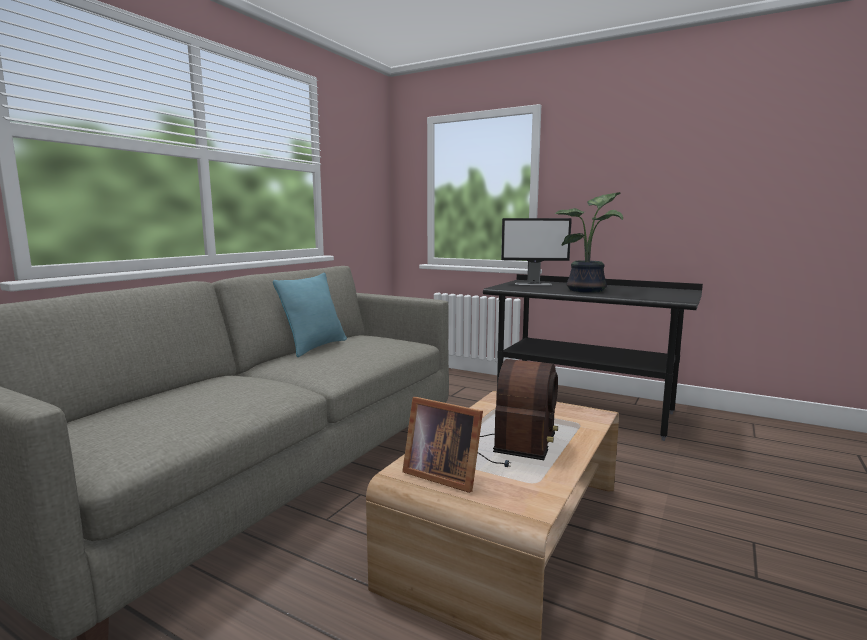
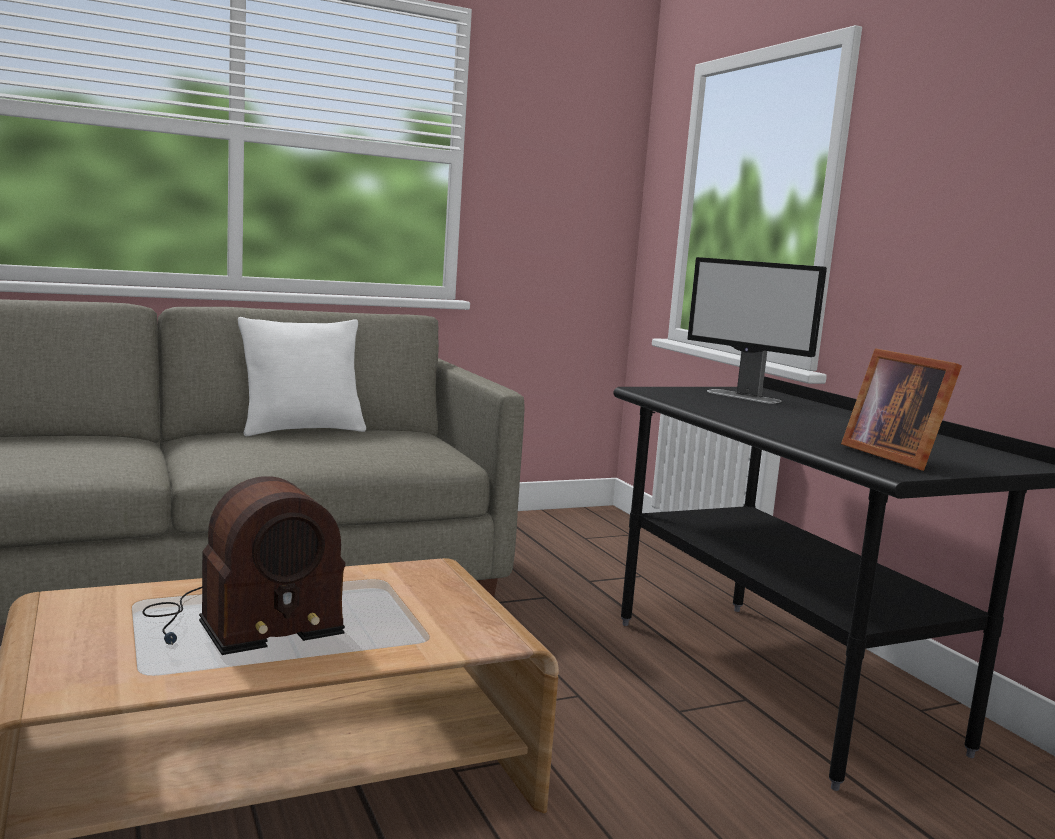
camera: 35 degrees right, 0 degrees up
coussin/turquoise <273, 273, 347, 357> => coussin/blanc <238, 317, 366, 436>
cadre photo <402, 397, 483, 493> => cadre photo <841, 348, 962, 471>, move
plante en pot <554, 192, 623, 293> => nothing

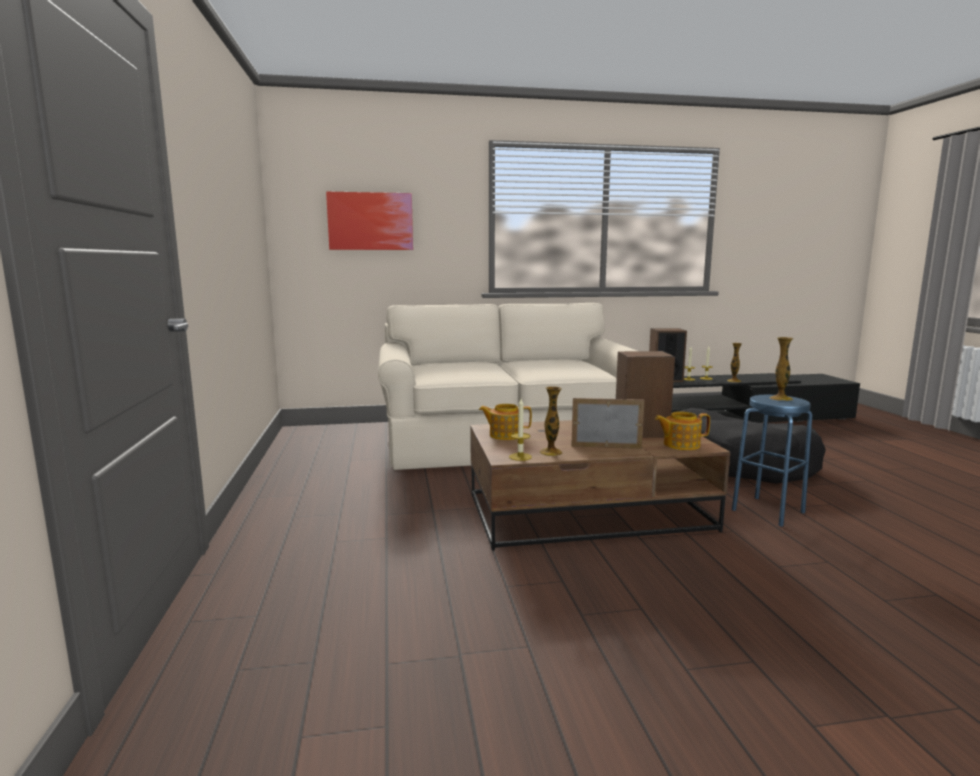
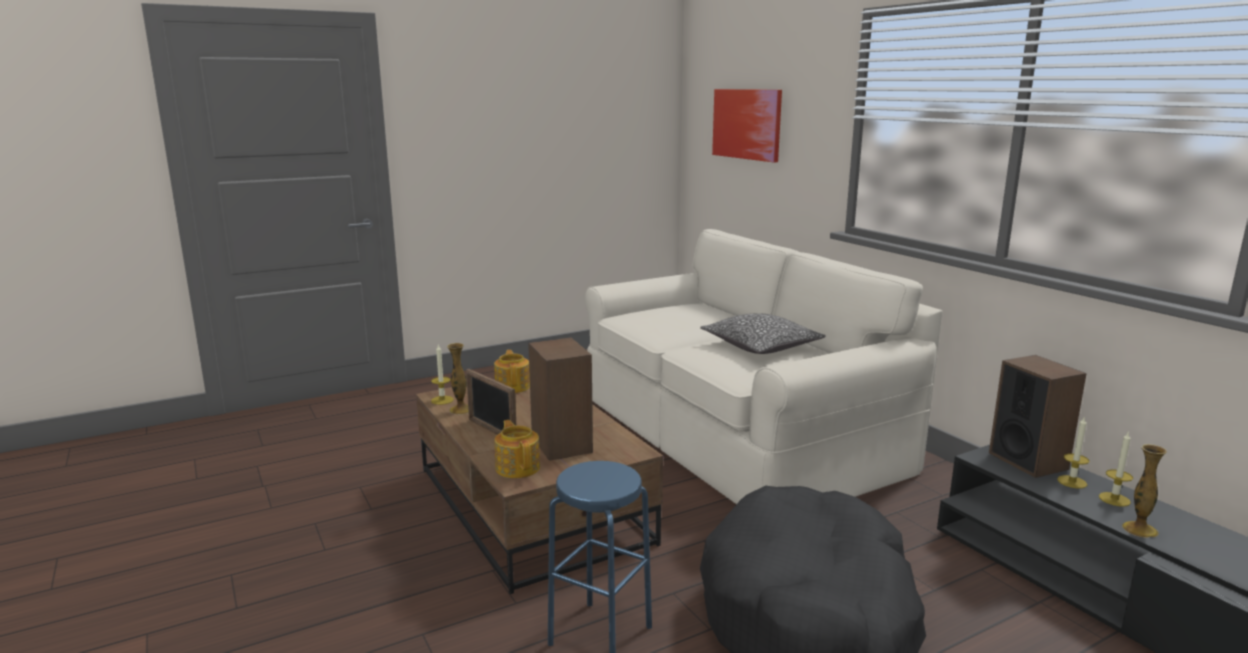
camera: 70 degrees right, 5 degrees up
cadre photo <571, 398, 645, 449> => cadre photo <466, 369, 516, 435>, 150 degrees clockwise
vase <770, 337, 793, 401> => nothing
nothing => coussin <700, 313, 826, 354>

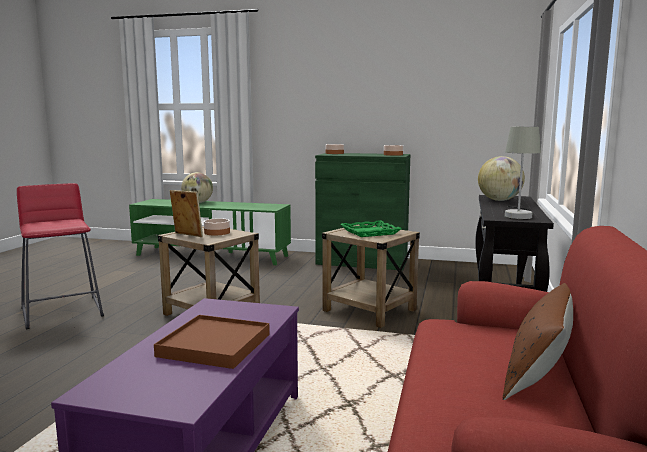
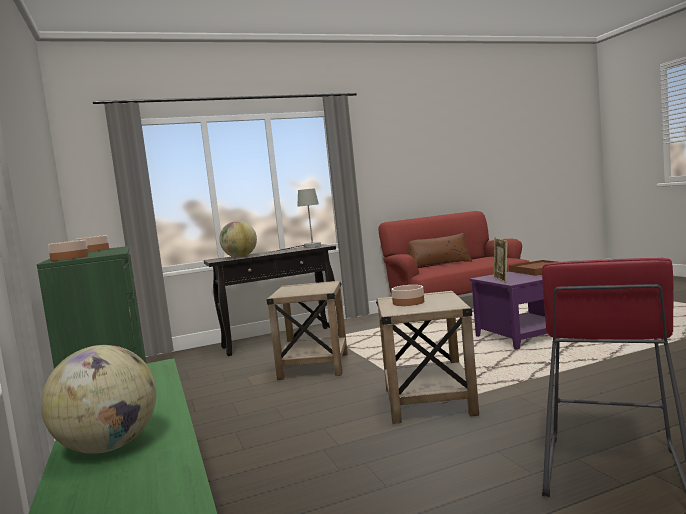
camera: 125 degrees left, 5 degrees down
cadre photo <170, 190, 203, 237> => cadre photo <493, 237, 507, 283>, move
plateau/vert <340, 220, 402, 237> => nothing

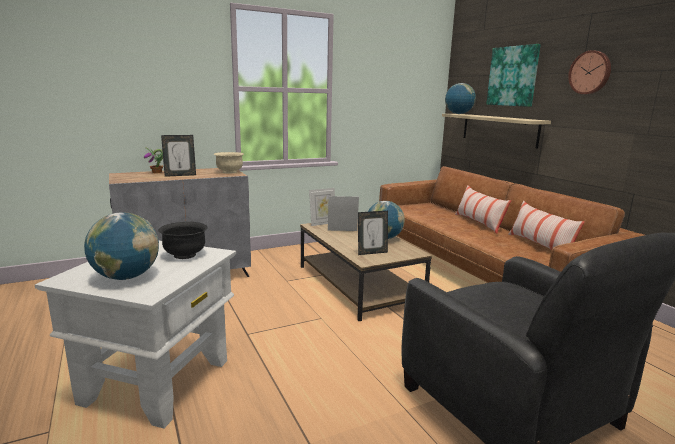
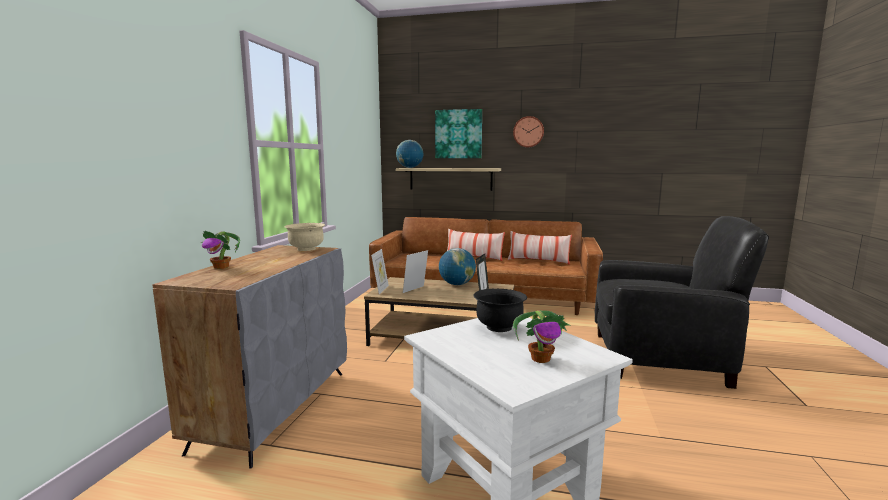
camera: 50 degrees left, 5 degrees down
globe <84, 212, 159, 280> => plante en pot <513, 310, 571, 363>
cadre photo <161, 135, 196, 177> => nothing

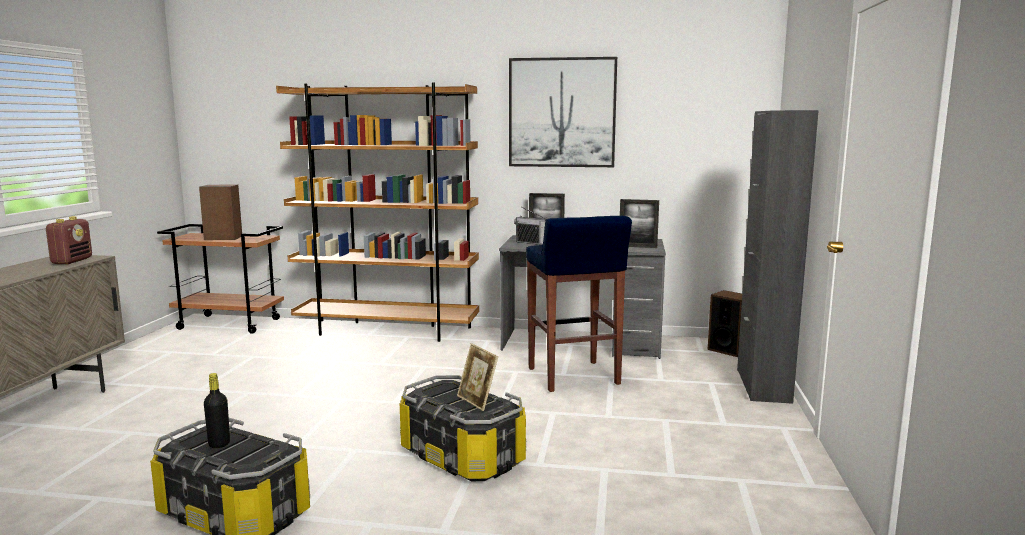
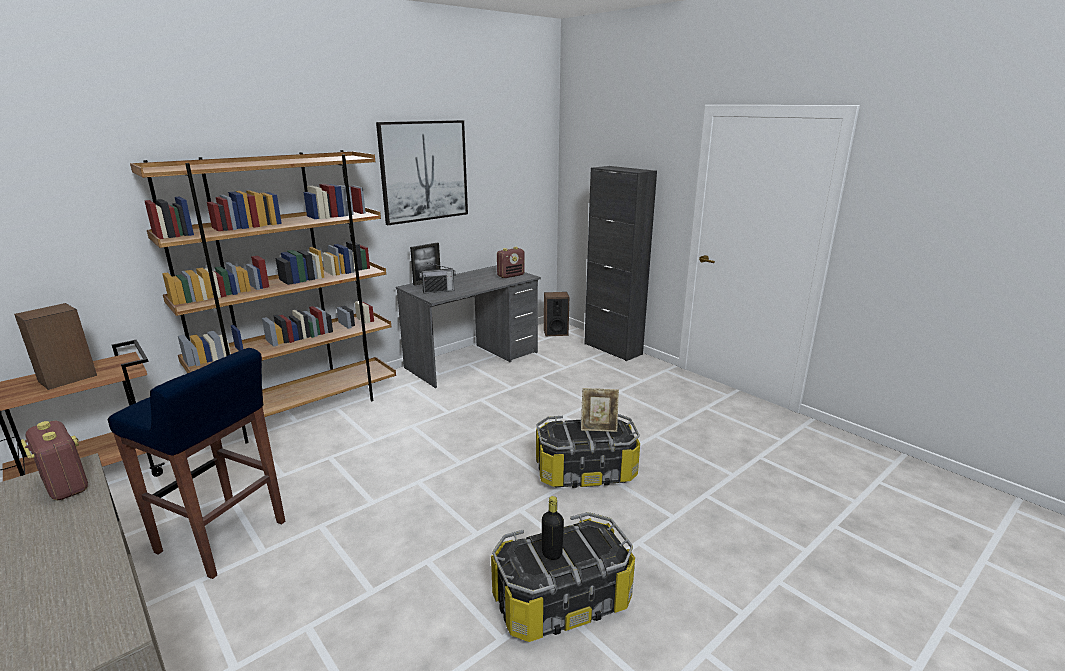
camera: 50 degrees left, 10 degrees up
tabouret/bleu <526, 216, 632, 392> => tabouret/bleu <108, 348, 285, 579>, move
cadre photo <620, 199, 659, 248> => radio <497, 247, 525, 278>

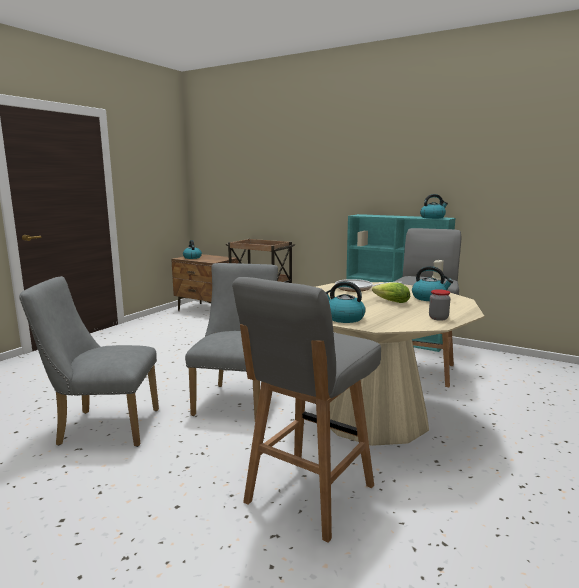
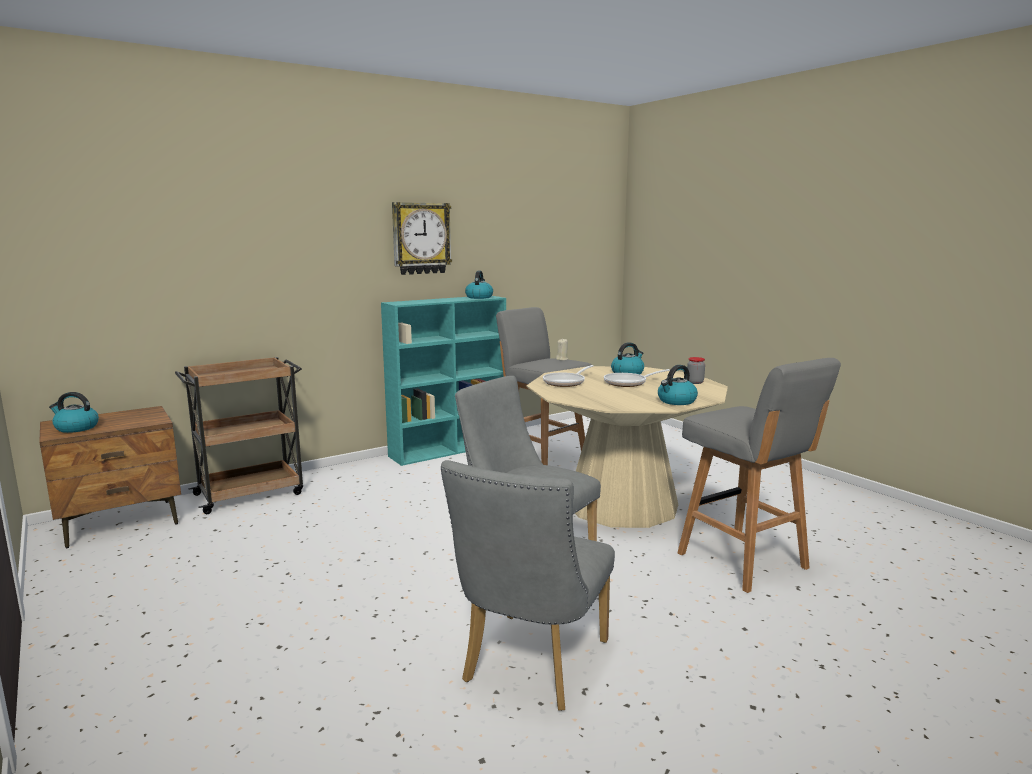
camera: 65 degrees left, 0 degrees up
laitue <372, 282, 410, 303> => poêle <604, 369, 670, 387>
nothing => horloge murale <392, 202, 452, 275>

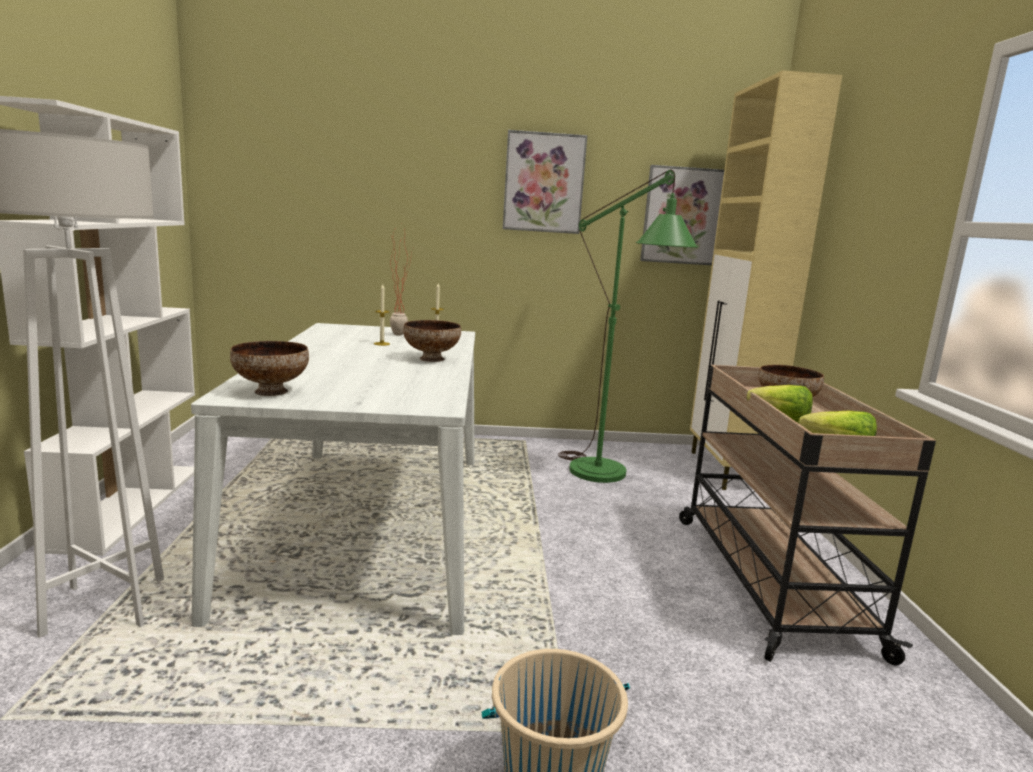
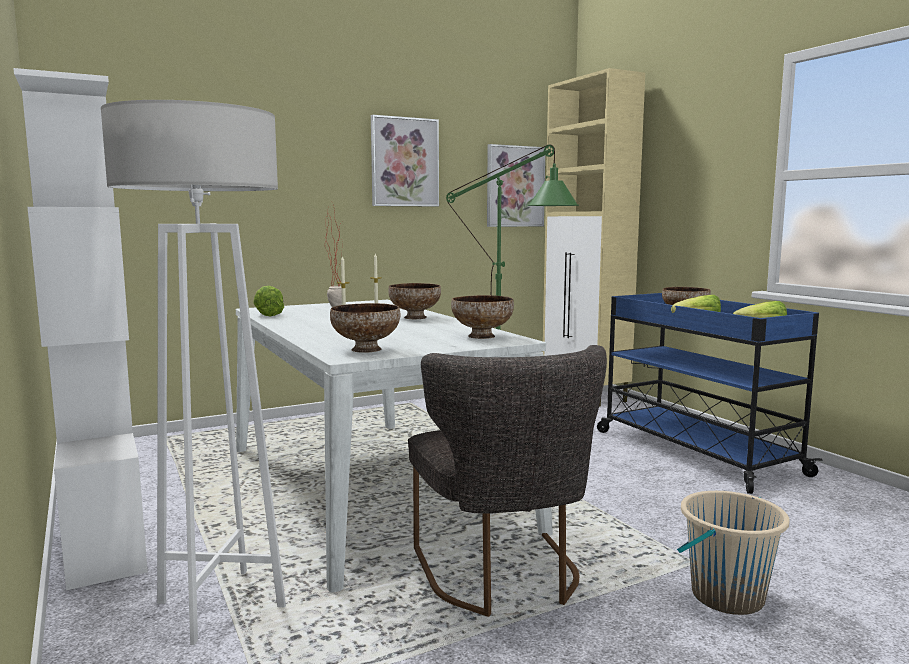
camera: 25 degrees left, 5 degrees down
chariot/beige <679, 365, 936, 665> => chariot/bleu <597, 293, 822, 494>
nothing => laitue <253, 286, 284, 316>
nothing => chaise/gris <408, 345, 607, 617>
nothing => bol <451, 295, 514, 339>

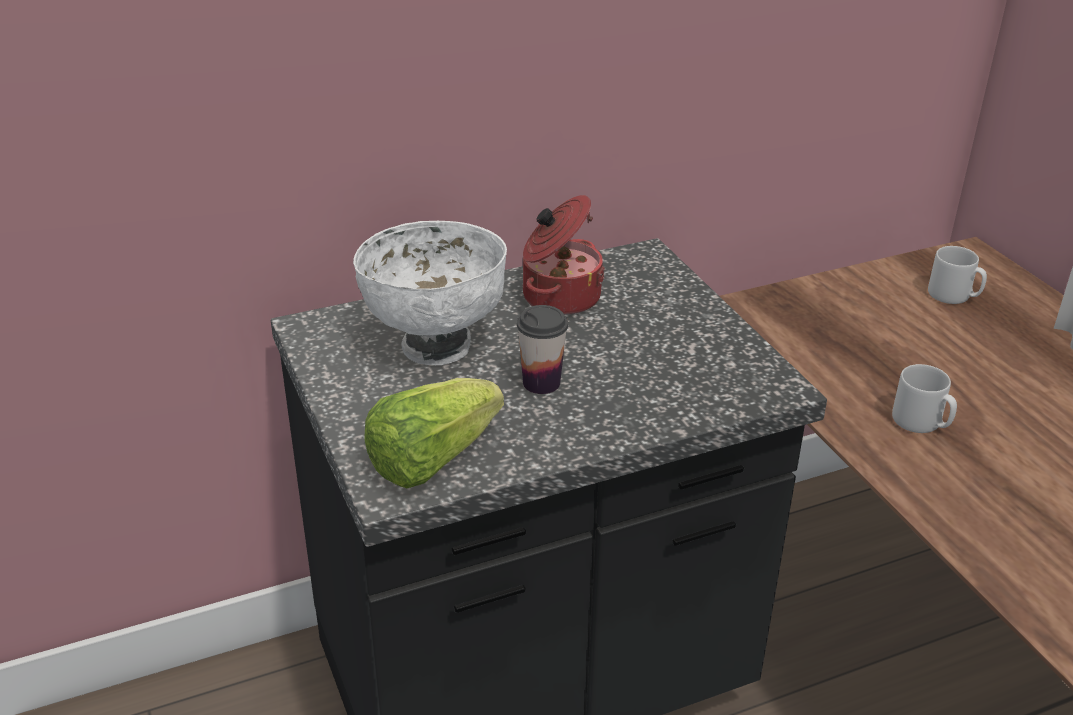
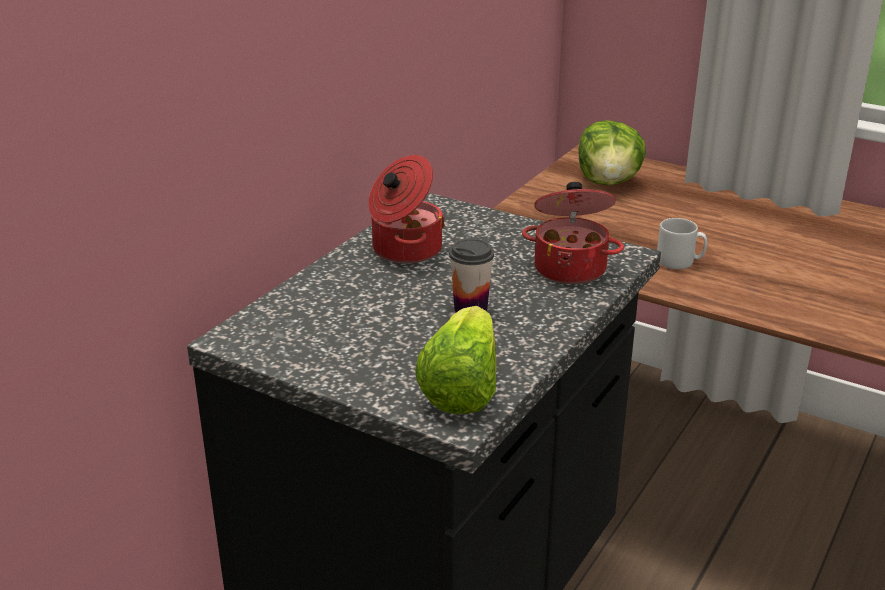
camera: 35 degrees left, 5 degrees down
bol/blanc <353, 221, 507, 365> => nothing
mug/gris <928, 246, 987, 304> => laitue <578, 120, 646, 185>
nothing => marmite <522, 182, 624, 284>

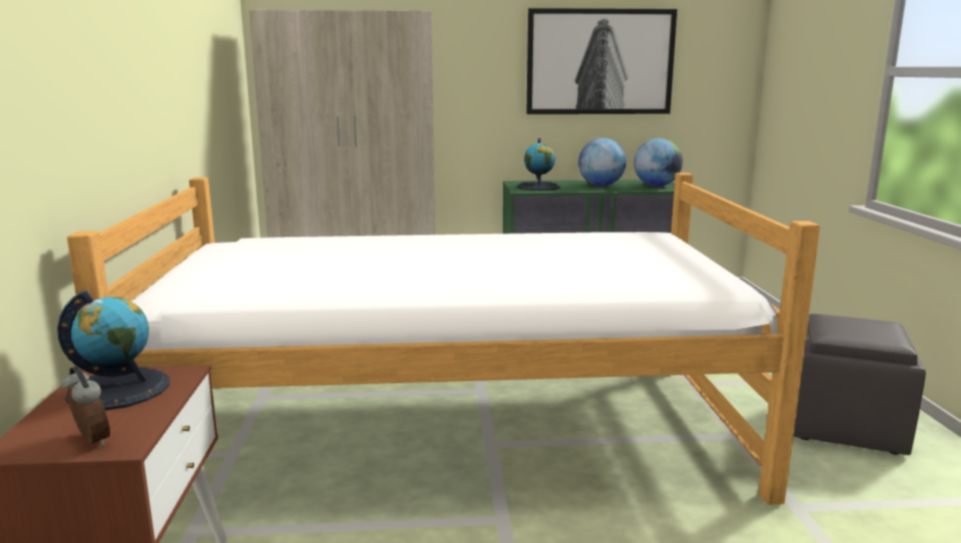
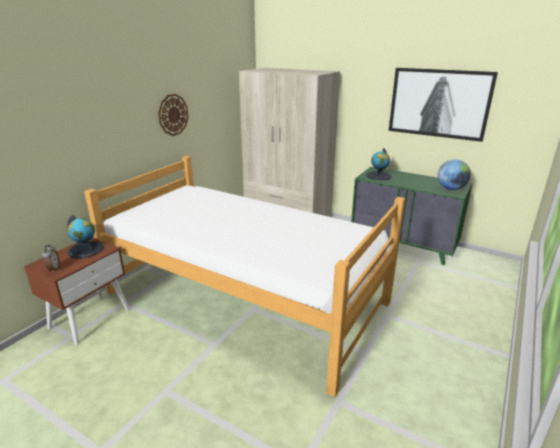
camera: 35 degrees right, 10 degrees up
globe <578, 138, 626, 186> => nothing
pouf/gris <794, 314, 926, 455> => nothing
nothing => horloge murale <158, 94, 188, 136>

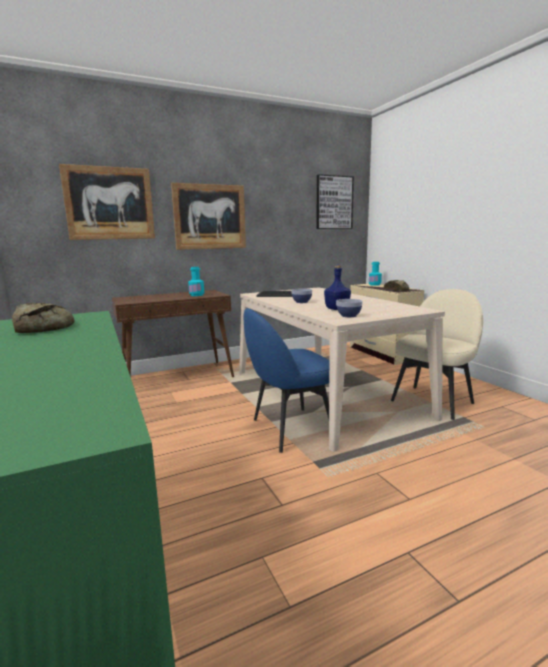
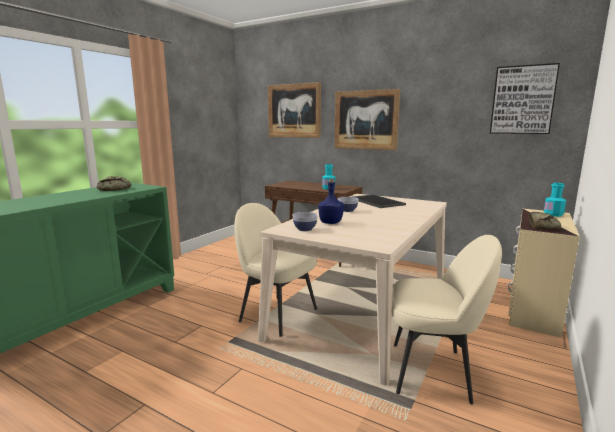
camera: 55 degrees right, 0 degrees up
chaise/bleu <244, 308, 329, 453> => chaise/beige <234, 203, 317, 337>

